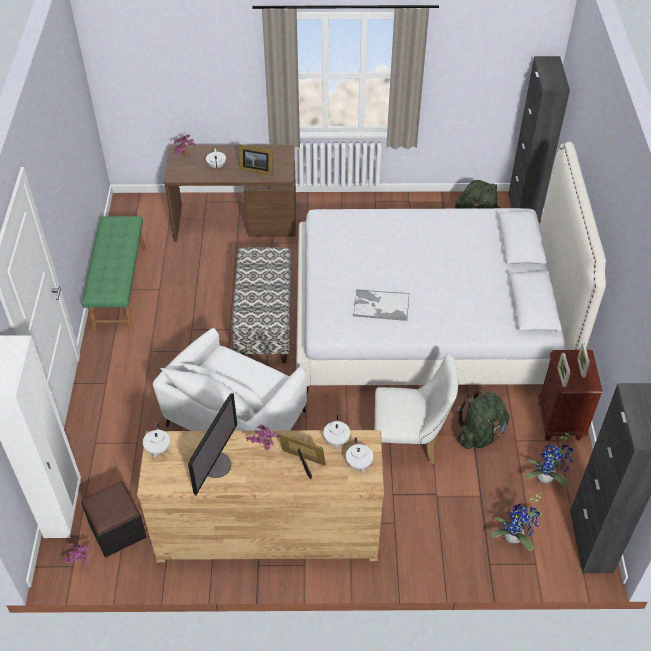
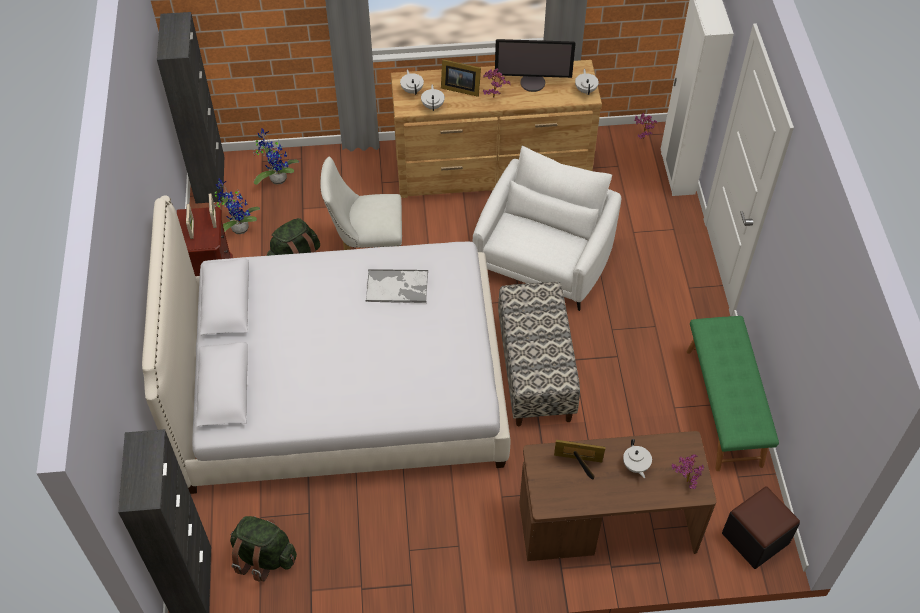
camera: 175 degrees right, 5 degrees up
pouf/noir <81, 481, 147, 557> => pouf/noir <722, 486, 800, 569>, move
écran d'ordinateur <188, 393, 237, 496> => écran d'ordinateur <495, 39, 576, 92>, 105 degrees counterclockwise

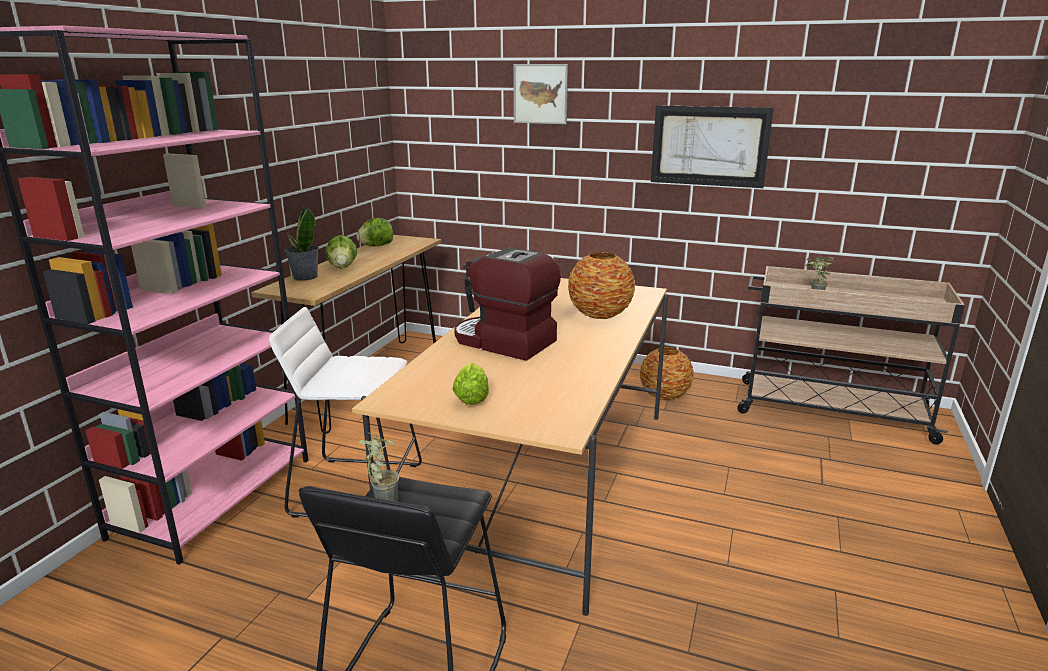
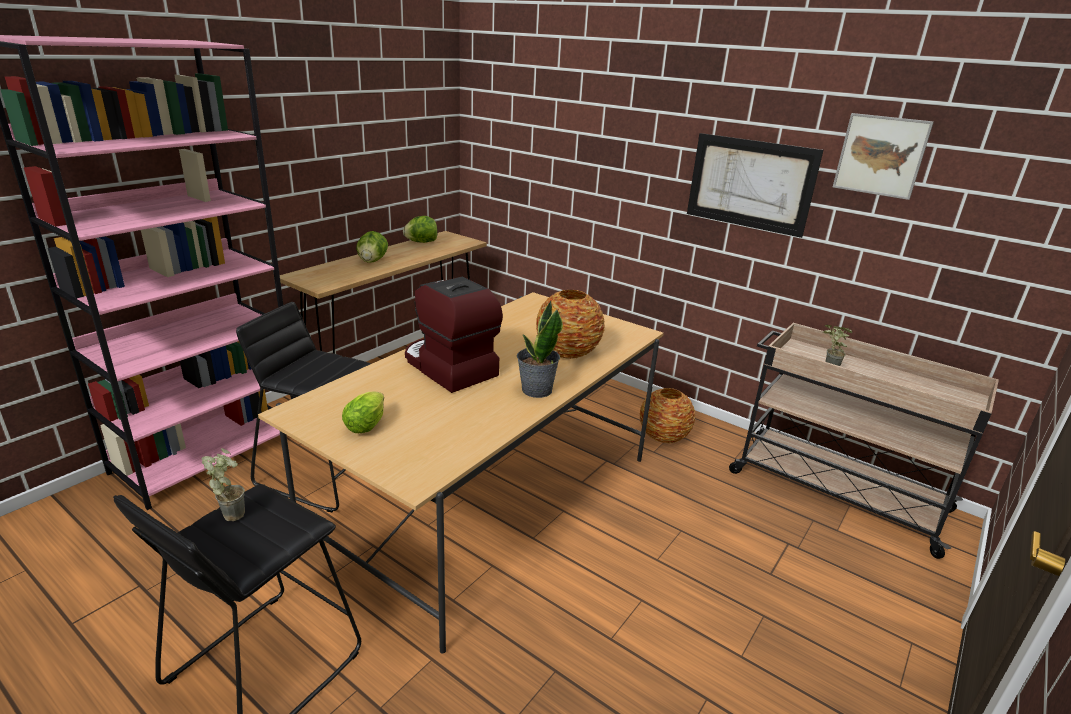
camera: 15 degrees right, 5 degrees up
tabouret/blanc <269, 307, 422, 518> => tabouret/noir <236, 302, 371, 512>
plante en pot <284, 206, 319, 281> => plante en pot <517, 300, 563, 398>, move
tableau <513, 64, 568, 124> => tableau <833, 113, 934, 200>, move

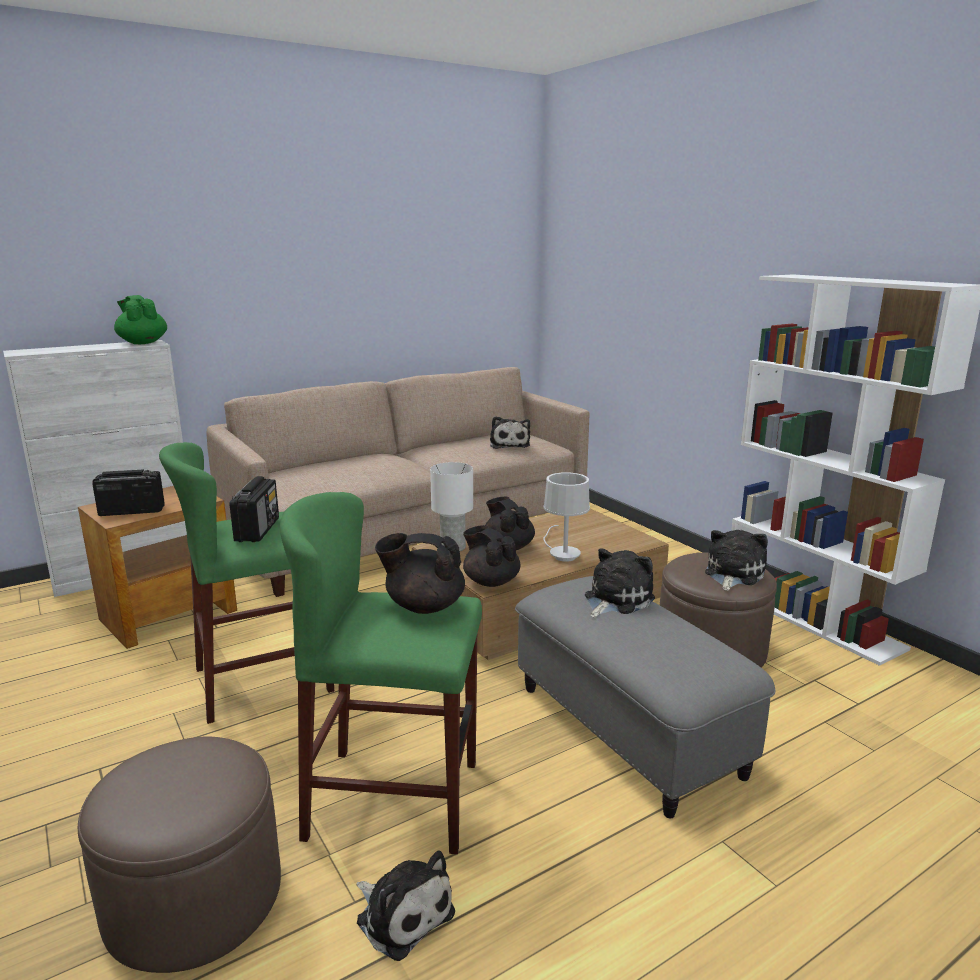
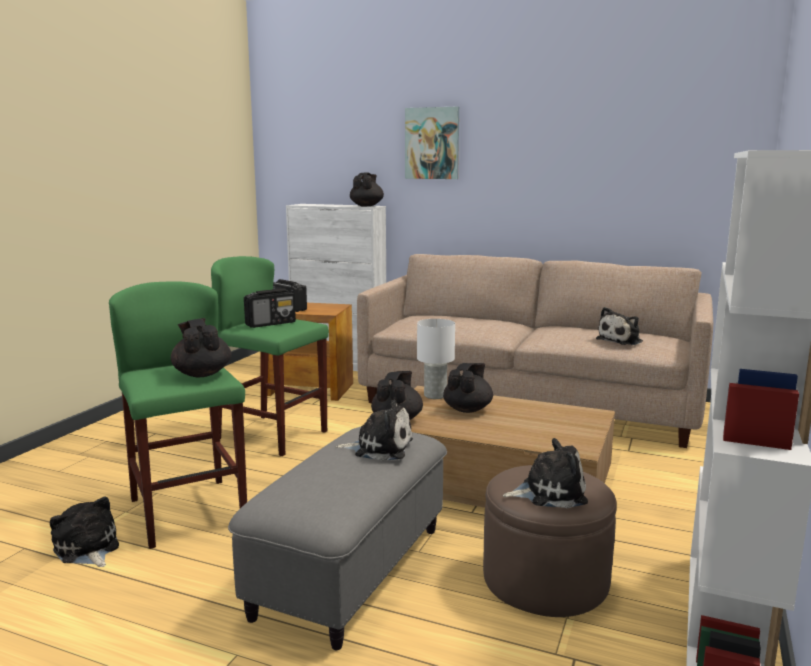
camera: 55 degrees right, 5 degrees down
pouf/marron <78, 736, 281, 973> => nothing
théière/vert <114, 295, 167, 344> => théière/noir <350, 173, 384, 206>
peluche <356, 850, 455, 961> => peluche <50, 497, 119, 567>, 135 degrees clockwise
lampe de table/blanc <543, 472, 590, 562> => nothing
nothing => tableau <405, 106, 459, 179>

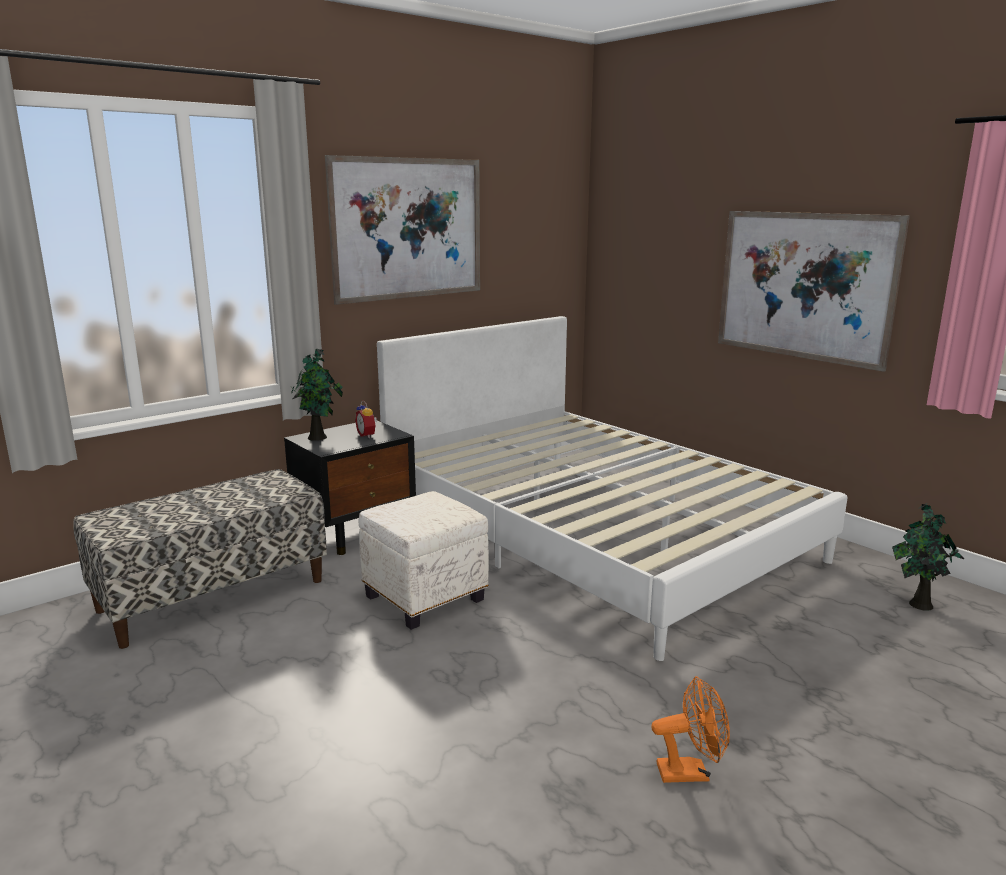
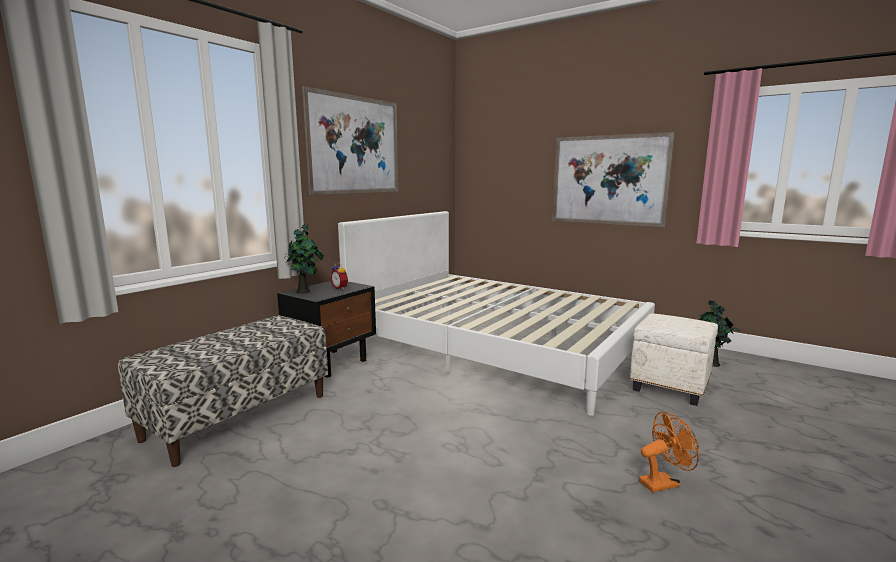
camera: 15 degrees left, 5 degrees down
pouf/blanc <359, 491, 489, 630> => pouf/blanc <630, 313, 718, 406>, move

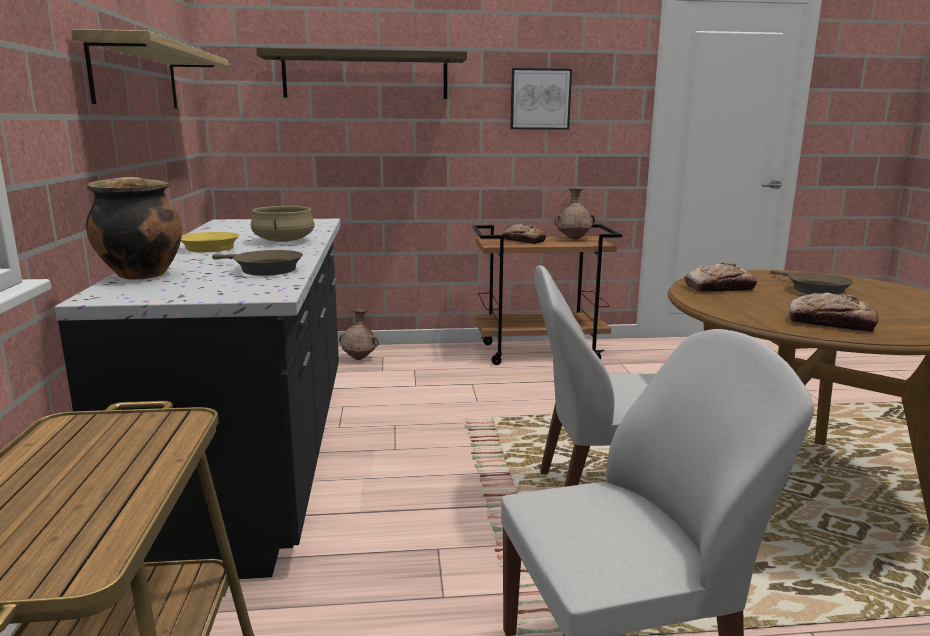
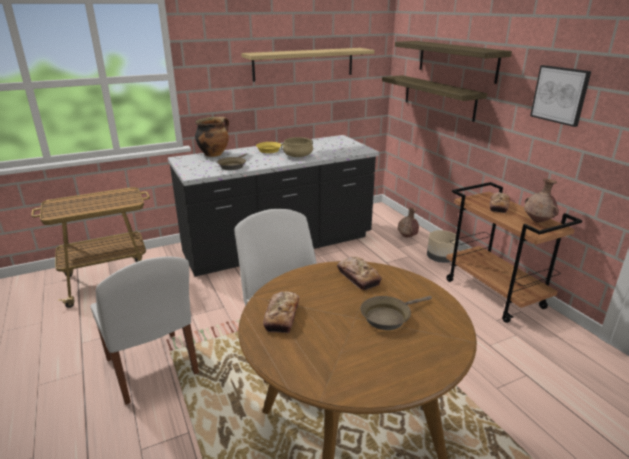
camera: 70 degrees right, 10 degrees up
nothing => étagère <382, 75, 487, 122>
nothing => cache-pot/beige <427, 230, 456, 263>

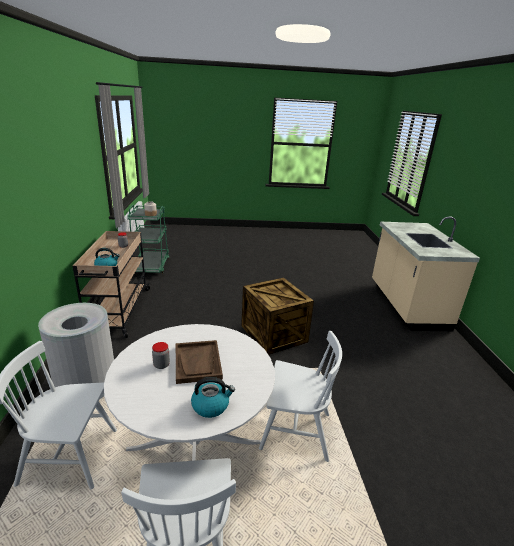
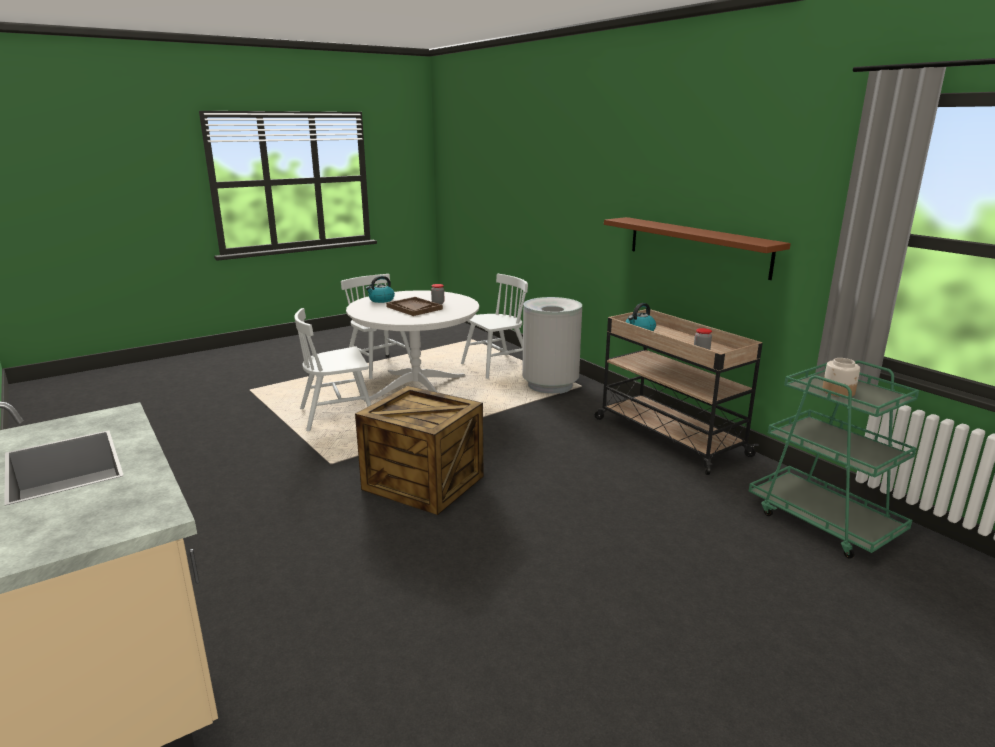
camera: 150 degrees right, 5 degrees down
nothing => étagère/marron <604, 217, 791, 280>

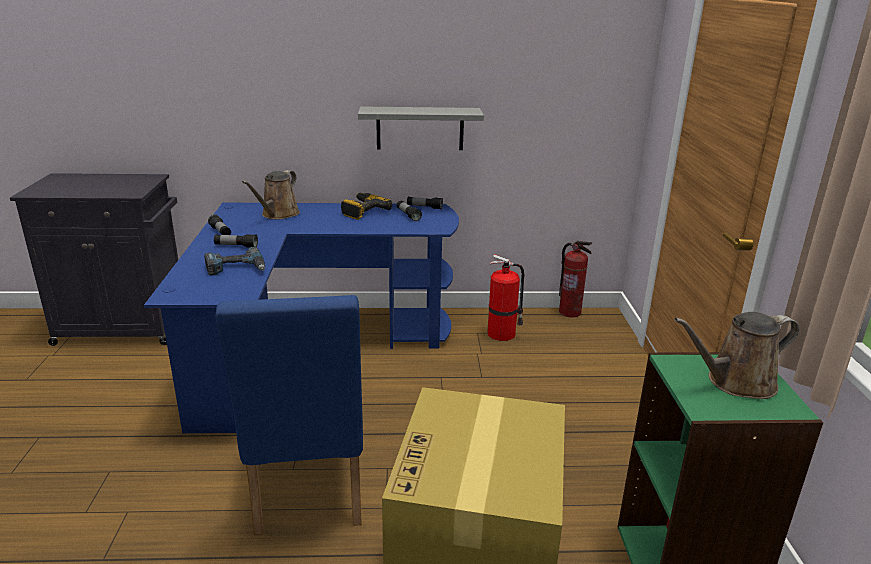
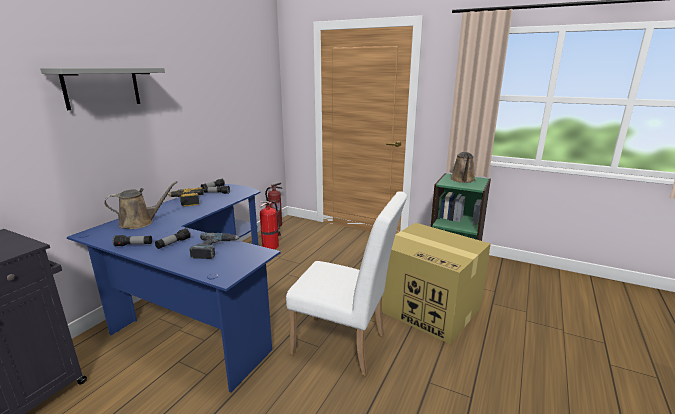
camera: 60 degrees left, 5 degrees down
chaise/bleu <216, 295, 363, 535> => chaise/blanc <286, 191, 407, 376>
arrosoir/marron <242, 170, 300, 220> => arrosoir/marron <104, 181, 178, 229>, 75 degrees counterclockwise
étagère/gris <358, 106, 484, 150> => étagère/gris <40, 68, 165, 110>, move

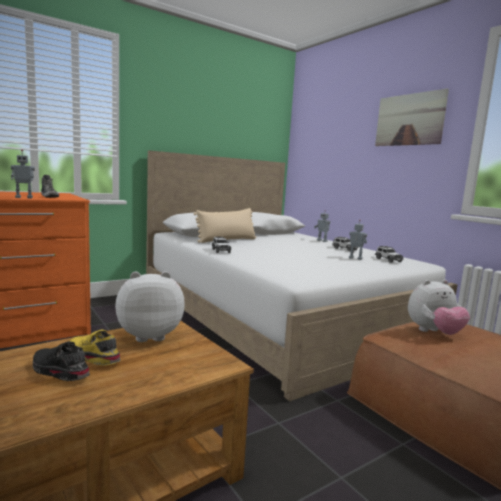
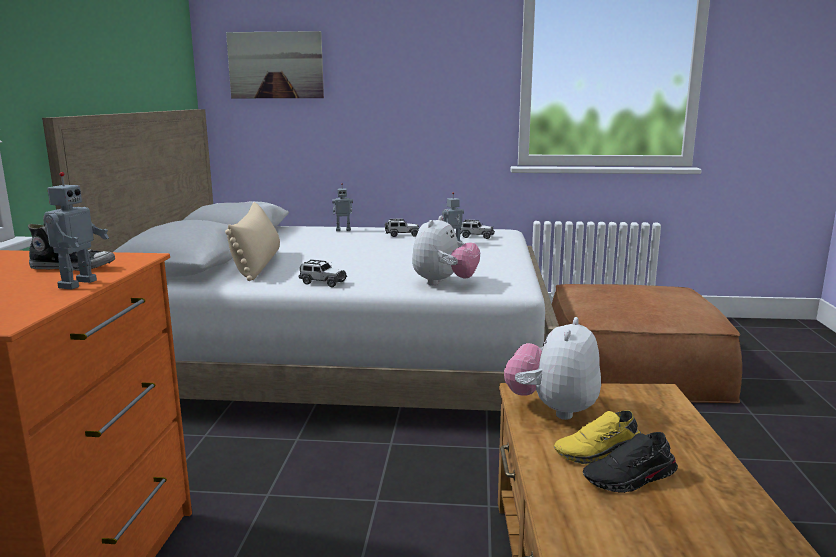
camera: 50 degrees left, 5 degrees up
tableau <375, 88, 449, 146> => tableau <226, 31, 324, 98>, move
peluche <408, 280, 470, 335> => peluche <412, 216, 480, 285>, move

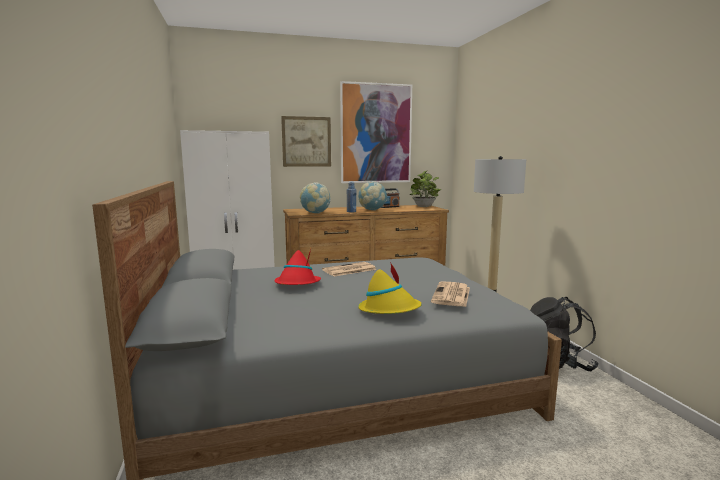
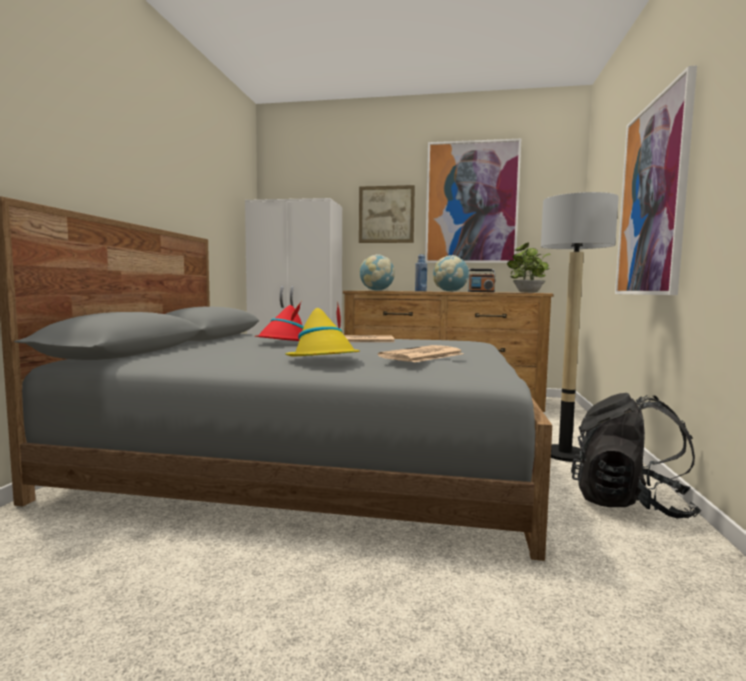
camera: 25 degrees right, 5 degrees down
nothing => tableau <615, 65, 697, 295>

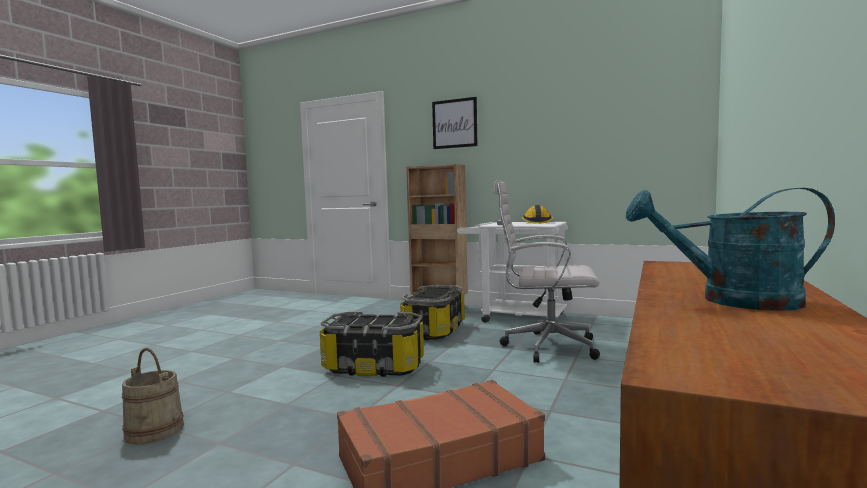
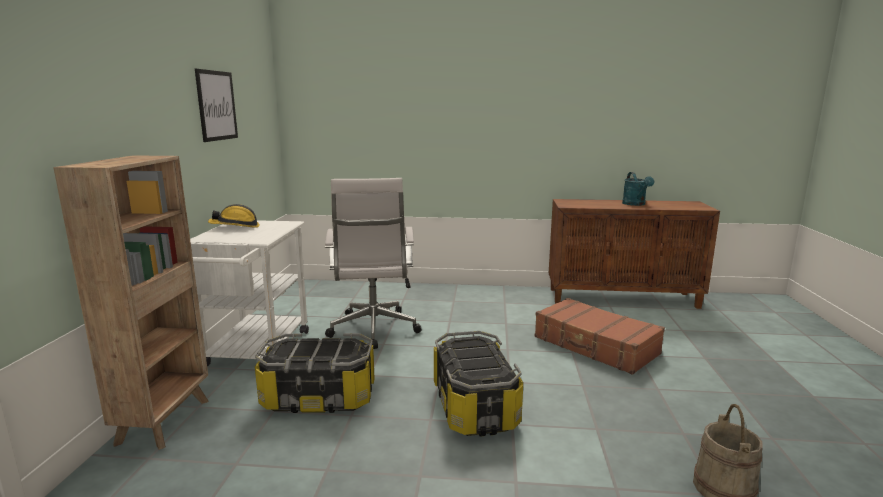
camera: 110 degrees left, 10 degrees up
tableau <432, 97, 477, 149> => tableau <195, 69, 238, 142>, move

